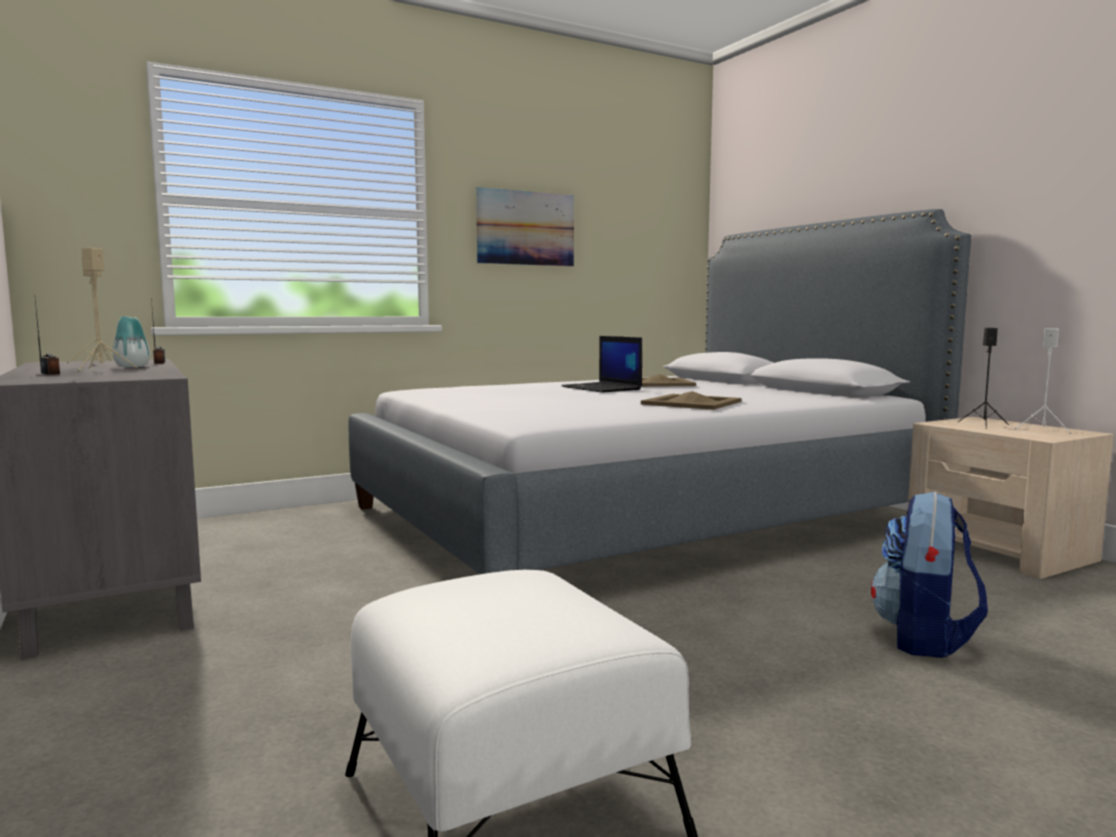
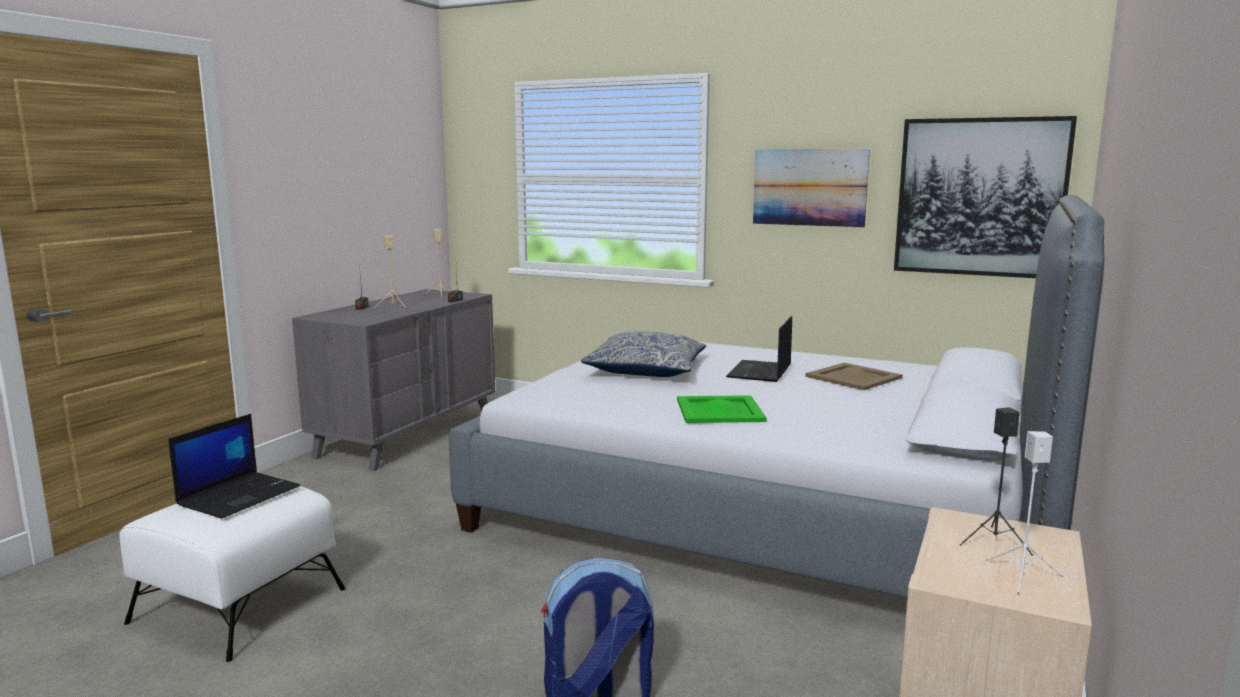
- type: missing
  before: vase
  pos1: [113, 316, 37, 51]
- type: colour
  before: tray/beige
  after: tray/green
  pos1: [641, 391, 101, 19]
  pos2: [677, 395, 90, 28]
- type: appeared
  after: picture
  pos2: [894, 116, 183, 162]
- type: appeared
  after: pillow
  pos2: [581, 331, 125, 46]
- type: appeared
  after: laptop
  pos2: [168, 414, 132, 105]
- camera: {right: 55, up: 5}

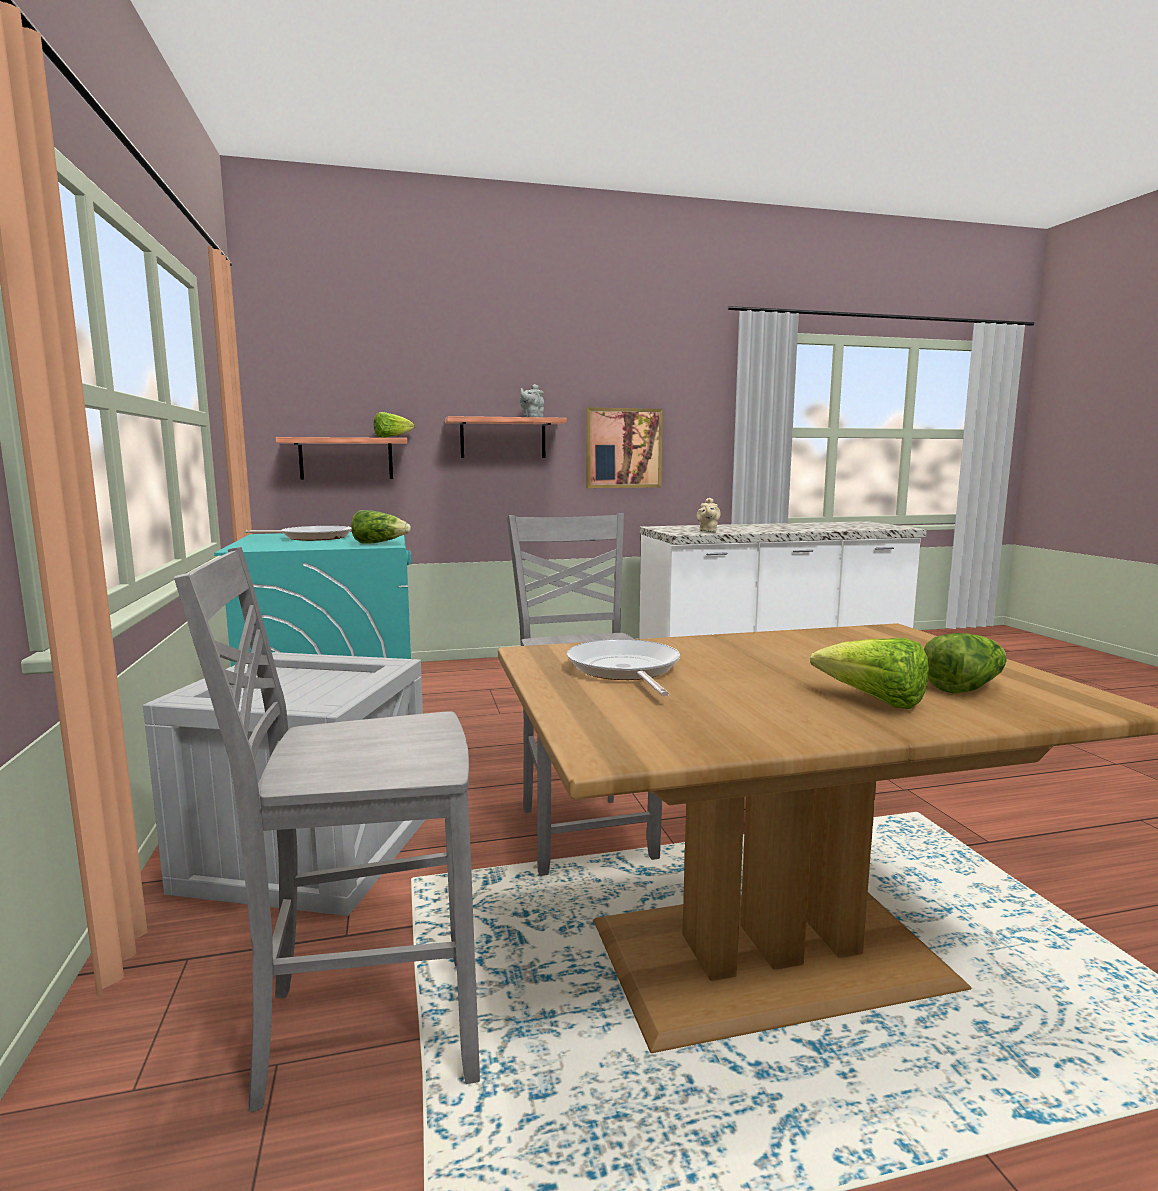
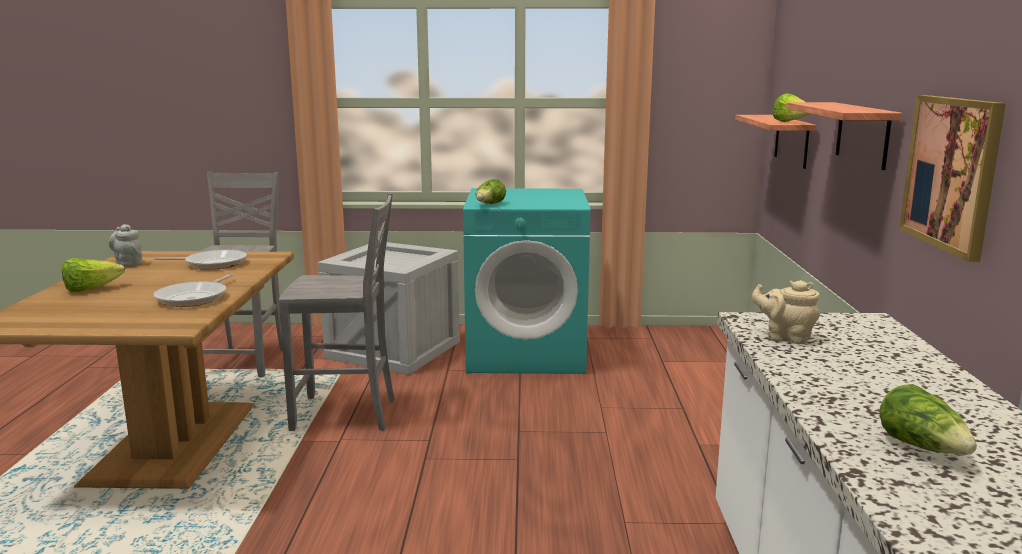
- type: relocated
  before: teapot/grey
  pos1: [520, 384, 24, 33]
  pos2: [109, 224, 34, 43]
- type: relocated
  before: frying pan
  pos1: [245, 526, 107, 15]
  pos2: [153, 273, 81, 34]
- type: relocated
  before: lettuce
  pos1: [924, 633, 83, 61]
  pos2: [879, 384, 98, 71]
- camera: {right: 105, up: 5}

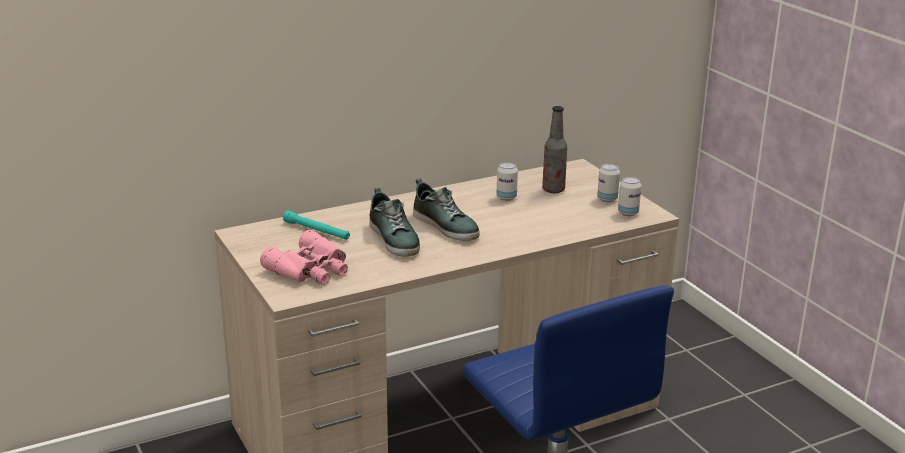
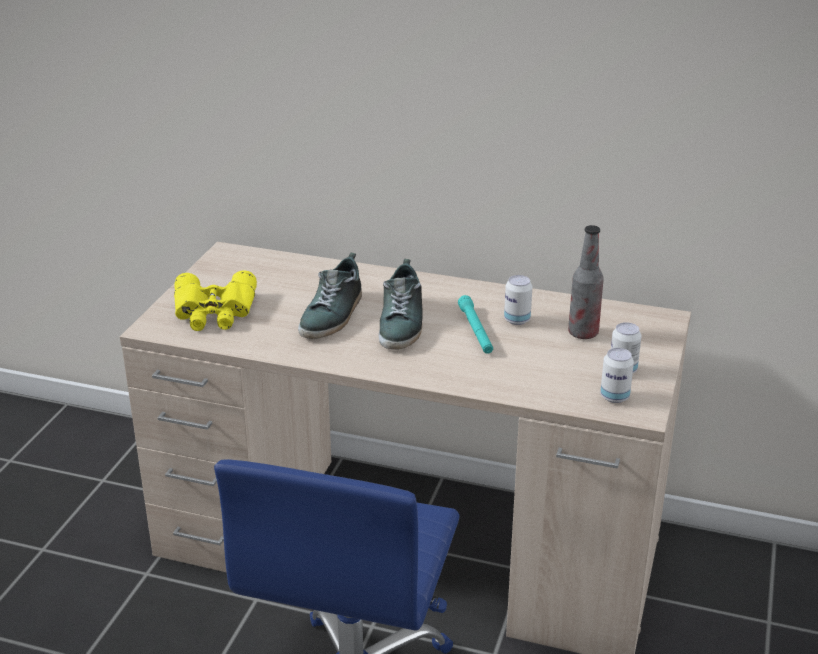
- type: relocated
  before: flashlight/turquoise
  pos1: [283, 211, 67, 29]
  pos2: [458, 295, 35, 59]
- type: colour
  before: binoculars/pink
  after: binoculars/yellow
  pos1: [260, 230, 88, 55]
  pos2: [174, 270, 83, 61]
- camera: {right: 45, up: 5}

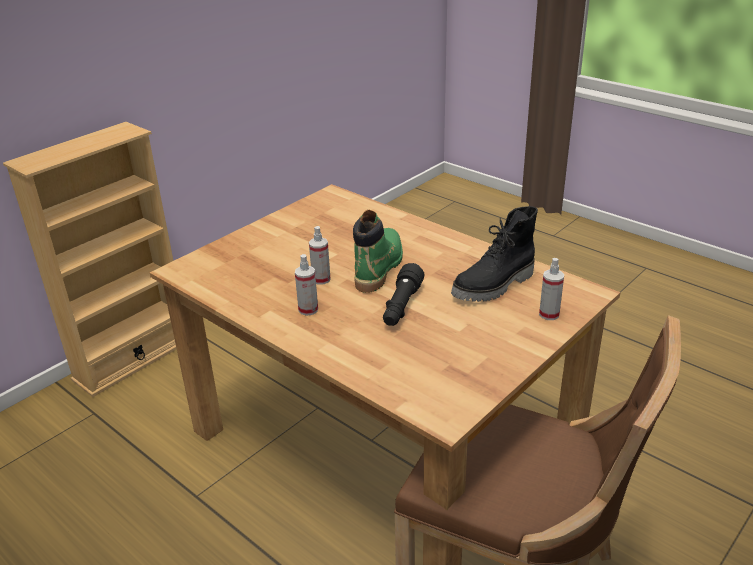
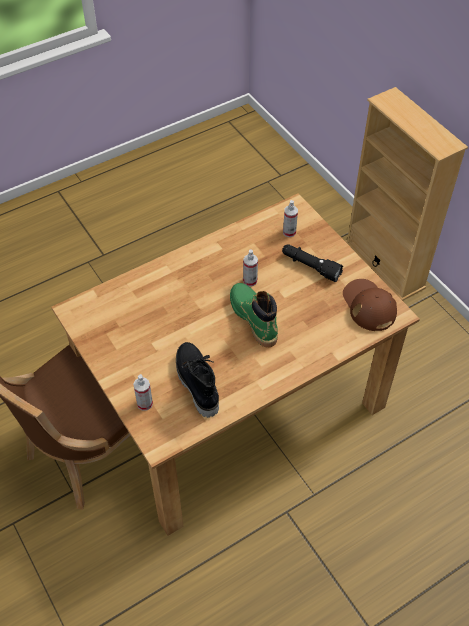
- type: spun
  before: boot/green
  pos1: [353, 210, 50, 83]
  pos2: [230, 283, 48, 65]
  turn: -150
- type: relocated
  before: spray bottle
  pos1: [295, 254, 23, 62]
  pos2: [283, 200, 15, 37]
- type: relocated
  before: flashlight/black
  pos1: [383, 263, 41, 63]
  pos2: [282, 245, 61, 37]
- type: appeared
  after: cap/brown
  pos2: [343, 279, 54, 52]
- camera: {right: 105, up: 20}

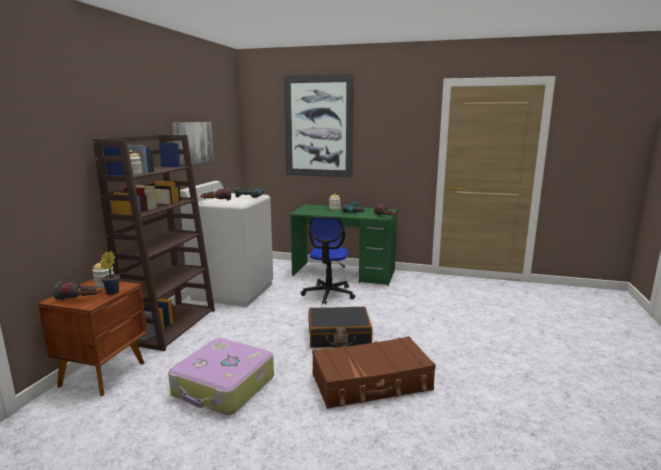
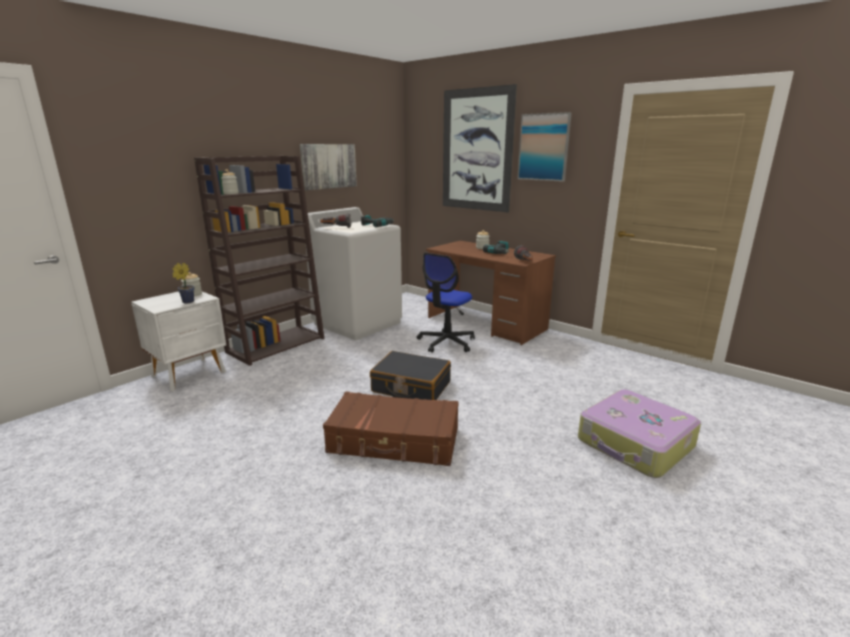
- type: colour
  before: desk/green
  after: desk/brown
  pos1: [289, 204, 108, 82]
  pos2: [426, 241, 130, 104]
- type: colour
  before: nightstand/brown
  after: nightstand/white
  pos1: [38, 278, 109, 118]
  pos2: [131, 291, 95, 100]
- type: missing
  before: flashlight
  pos1: [53, 281, 49, 19]
- type: relocated
  before: suitcase
  pos1: [168, 338, 106, 77]
  pos2: [578, 389, 123, 89]
- type: appeared
  after: picture
  pos2: [517, 112, 55, 70]
- camera: {right: 25, up: 5}

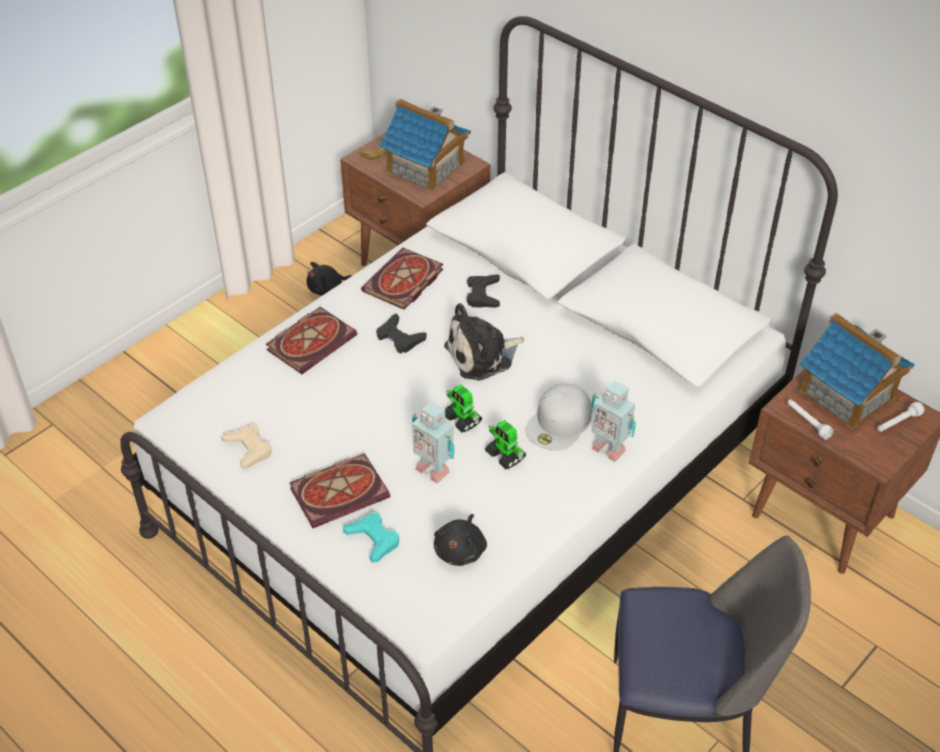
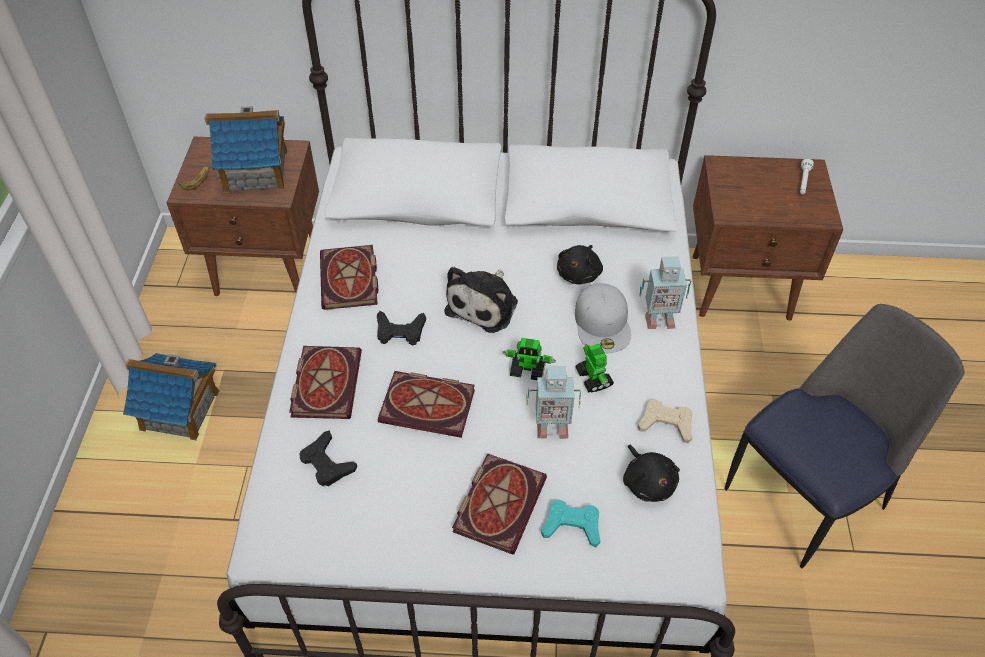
- type: relocated
  before: plush toy/black
  pos1: [307, 262, 45, 34]
  pos2: [557, 245, 46, 39]
- type: relocated
  before: game controller/black
  pos1: [467, 275, 33, 33]
  pos2: [299, 430, 58, 56]
- type: relocated
  before: toy house
  pos1: [799, 312, 116, 118]
  pos2: [123, 353, 97, 87]
- type: missing
  before: flashlight/white
  pos1: [787, 399, 47, 41]
- type: spun
  before: toy robot
  pos1: [485, 420, 41, 49]
  pos2: [575, 344, 39, 49]
  turn: -120
- type: relocated
  before: game controller/beige
  pos1: [221, 424, 51, 45]
  pos2: [638, 399, 55, 44]
- type: appeared
  after: book
  pos2: [378, 371, 97, 67]
- camera: {right: -40, up: 5}

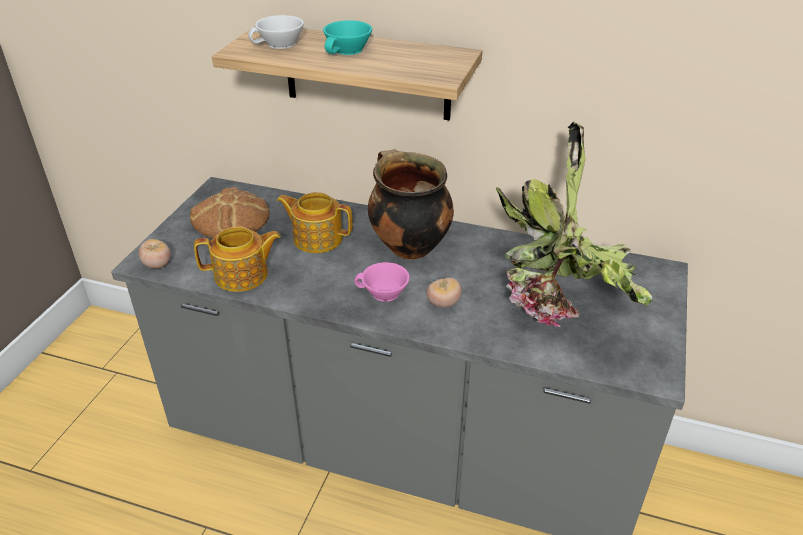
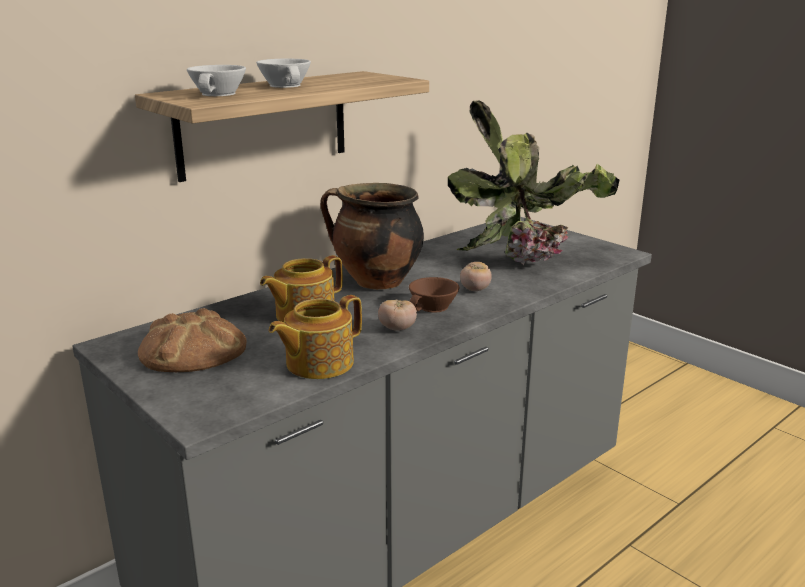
- type: colour
  before: cup/turquoise
  after: cup/white
  pos1: [323, 20, 49, 35]
  pos2: [256, 58, 55, 30]
- type: spun
  before: teapot
  pos1: [194, 226, 87, 66]
  pos2: [269, 295, 93, 84]
  turn: -150
- type: relocated
  before: tomato
  pos1: [139, 239, 32, 29]
  pos2: [378, 299, 39, 32]
- type: colour
  before: cup/pink
  after: cup/brown
  pos1: [354, 262, 55, 40]
  pos2: [409, 277, 50, 36]
- camera: {right: -60, up: -15}

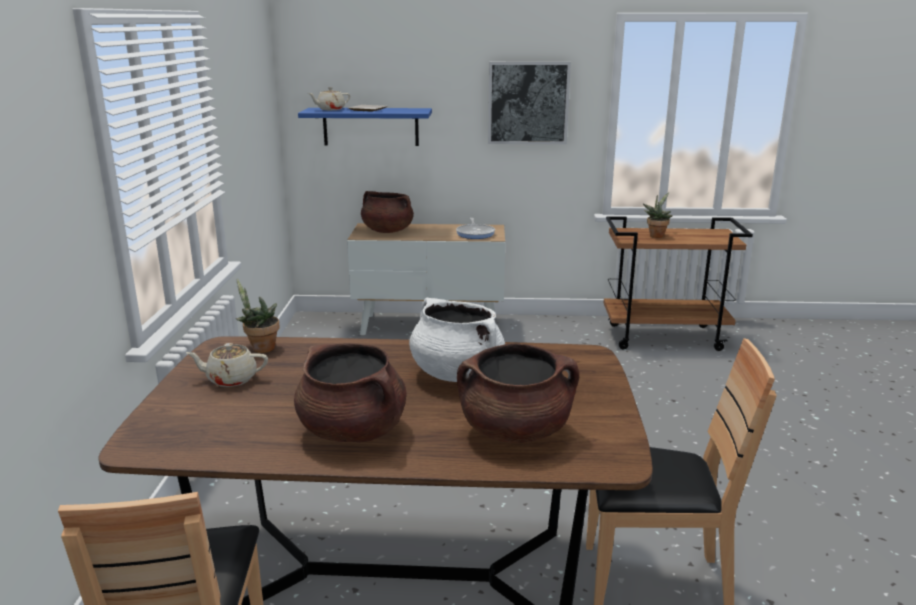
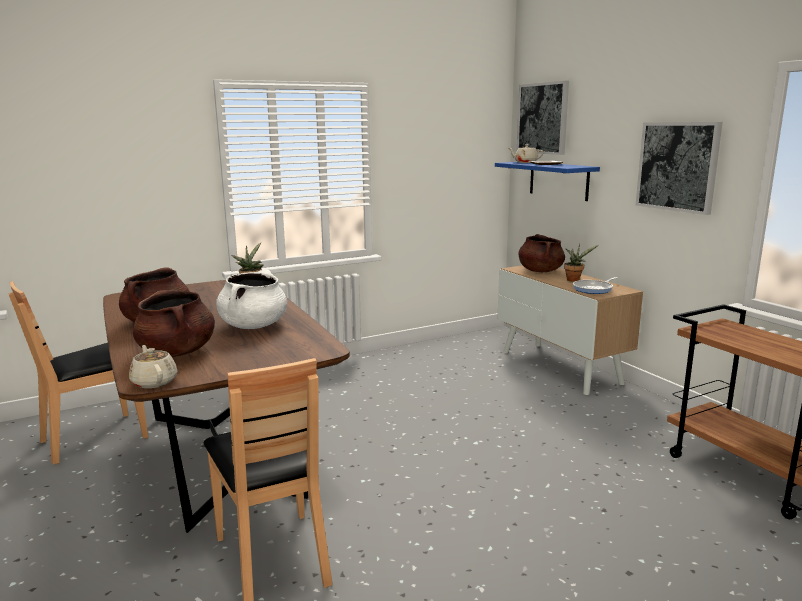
- type: relocated
  before: potted plant
  pos1: [643, 193, 30, 45]
  pos2: [564, 244, 34, 38]
- type: relocated
  before: teapot/beige
  pos1: [186, 343, 82, 44]
  pos2: [129, 345, 48, 43]
- type: appeared
  after: picture
  pos2: [517, 81, 52, 74]
- camera: {right: 60, up: -5}

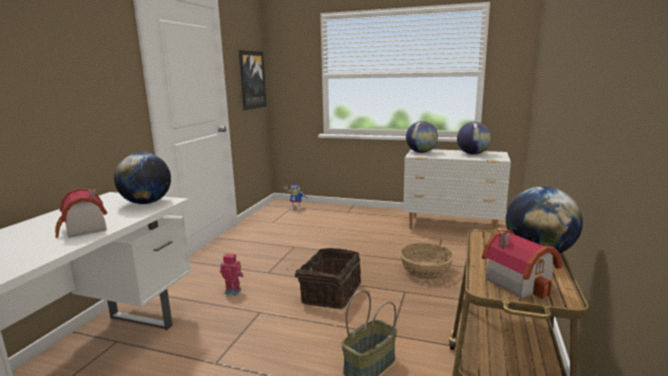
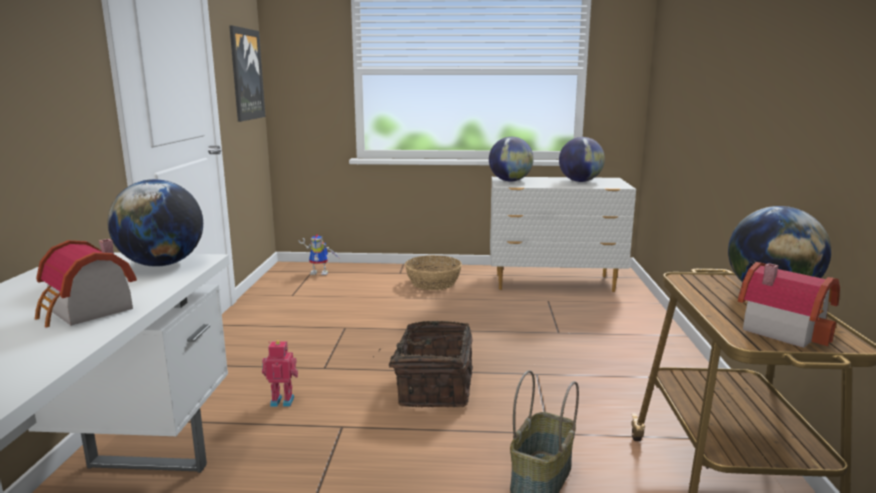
- type: relocated
  before: basket
  pos1: [400, 243, 54, 37]
  pos2: [405, 255, 57, 35]
- camera: {right: -15, up: 0}

